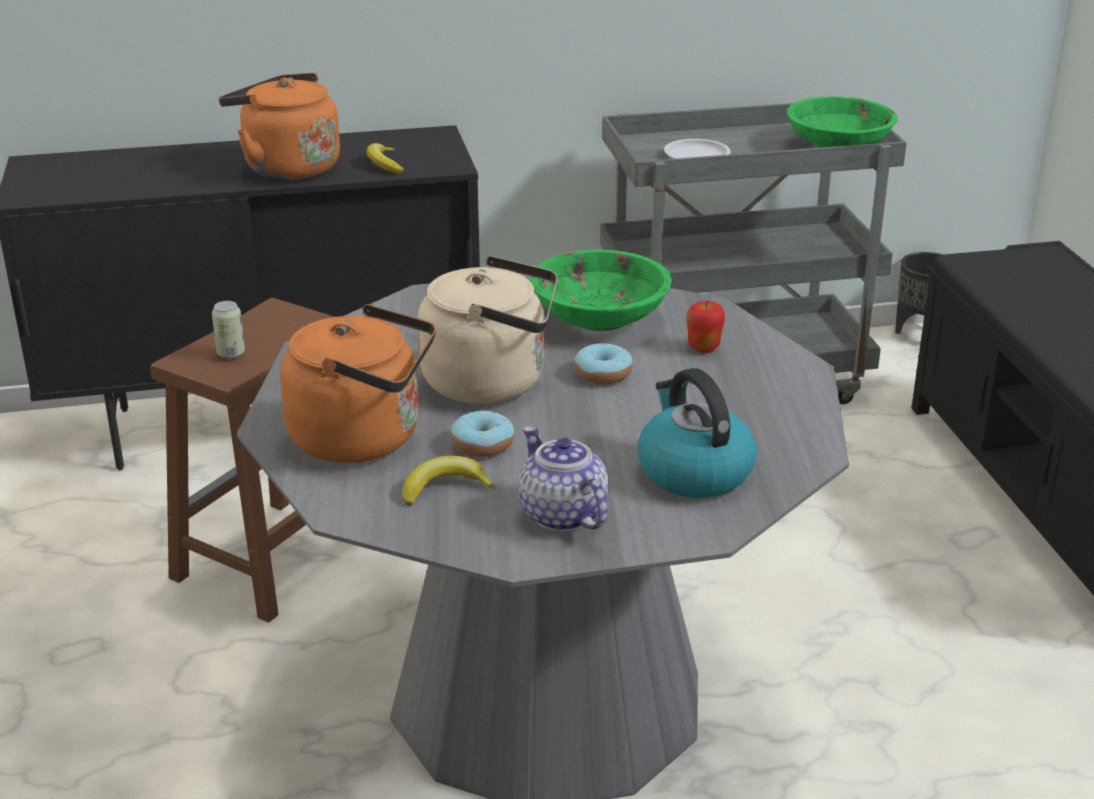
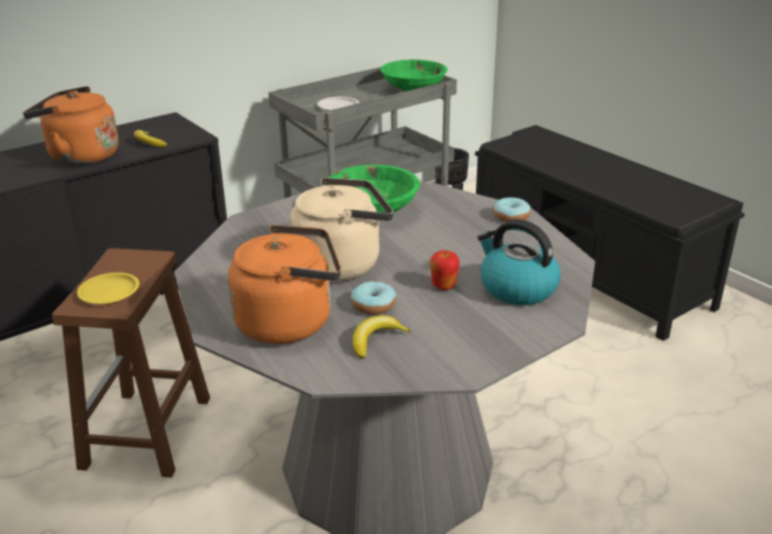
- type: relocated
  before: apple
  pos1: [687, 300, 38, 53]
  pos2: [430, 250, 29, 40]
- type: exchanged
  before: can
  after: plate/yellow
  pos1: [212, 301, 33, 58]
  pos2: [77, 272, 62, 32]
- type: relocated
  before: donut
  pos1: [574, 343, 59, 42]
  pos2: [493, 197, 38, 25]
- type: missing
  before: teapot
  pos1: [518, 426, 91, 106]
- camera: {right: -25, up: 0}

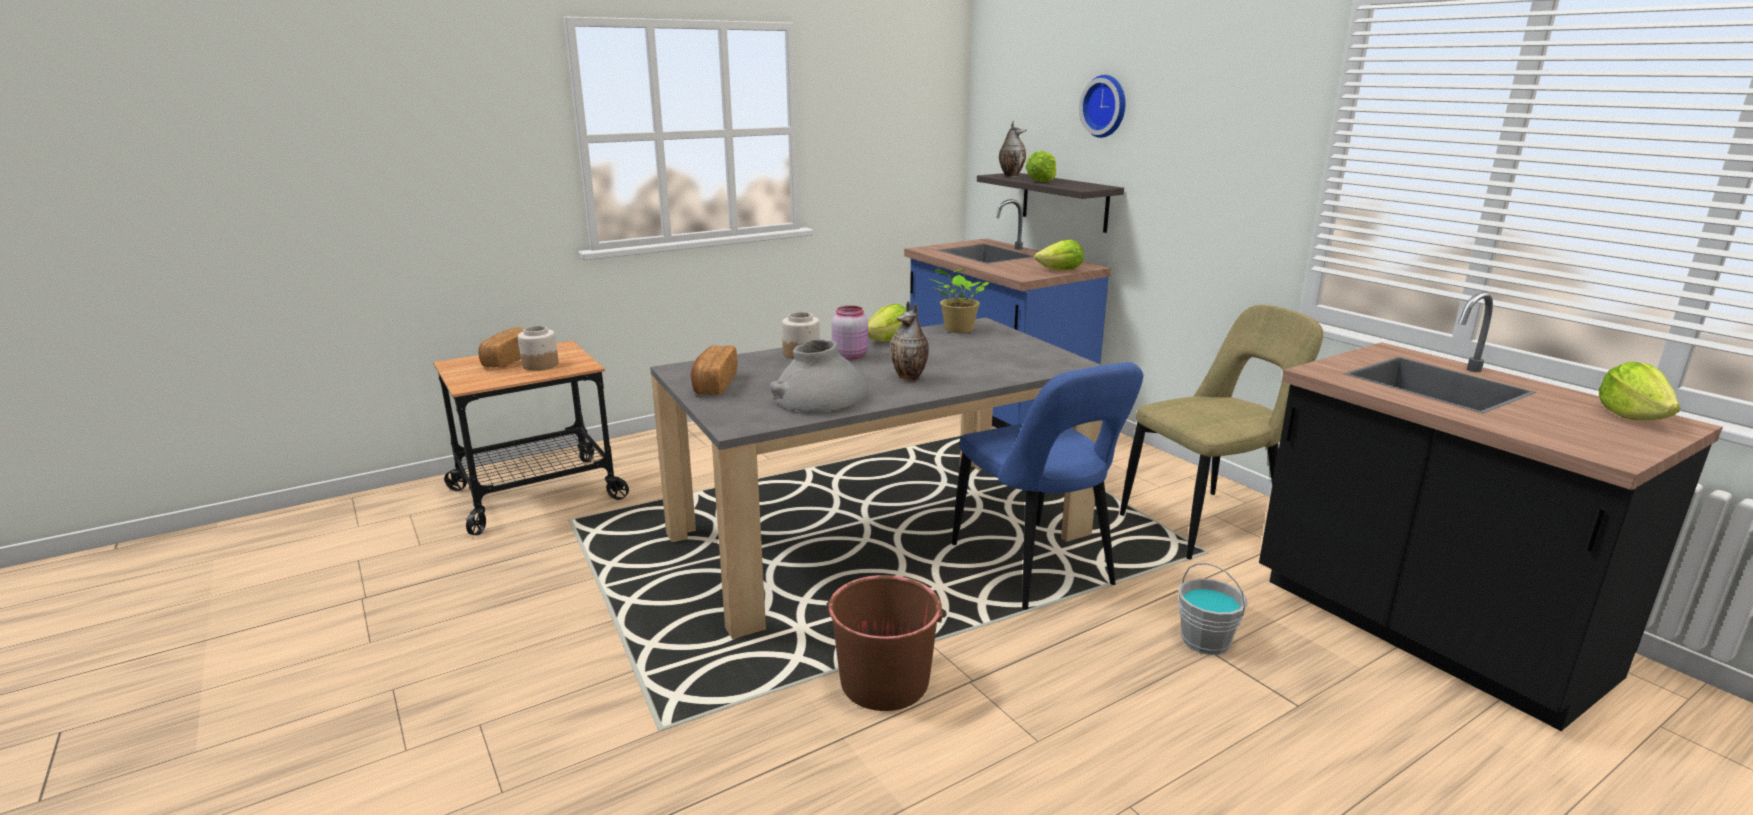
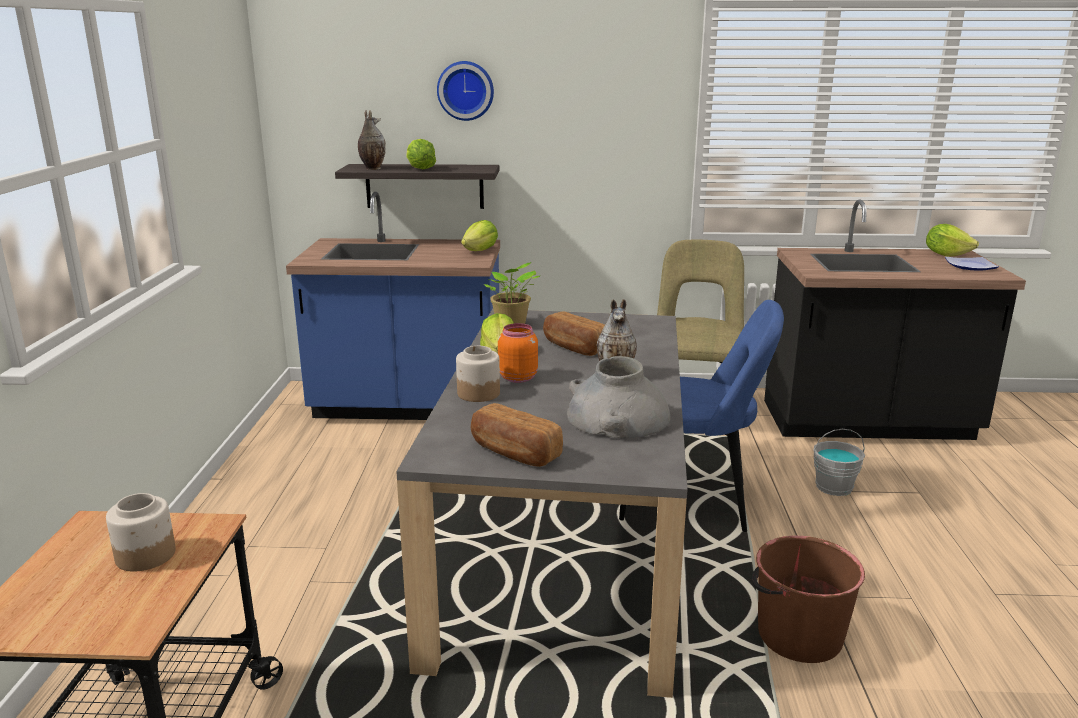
- type: colour
  before: jar/pink
  after: jar/orange
  pos1: [832, 306, 36, 54]
  pos2: [498, 323, 40, 60]
- type: relocated
  before: bread
  pos1: [478, 327, 47, 41]
  pos2: [543, 311, 61, 45]
- type: appeared
  after: plate
  pos2: [945, 257, 54, 14]
- camera: {right: -55, up: 0}

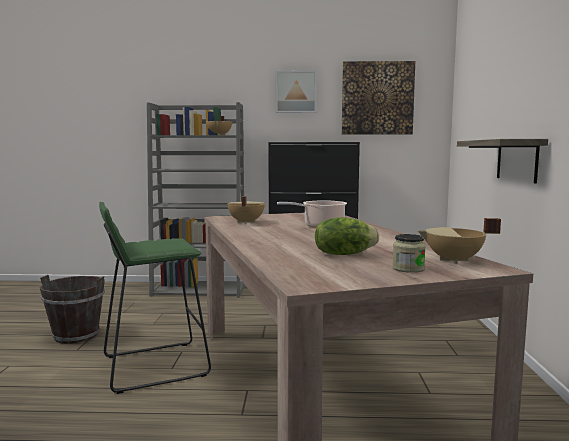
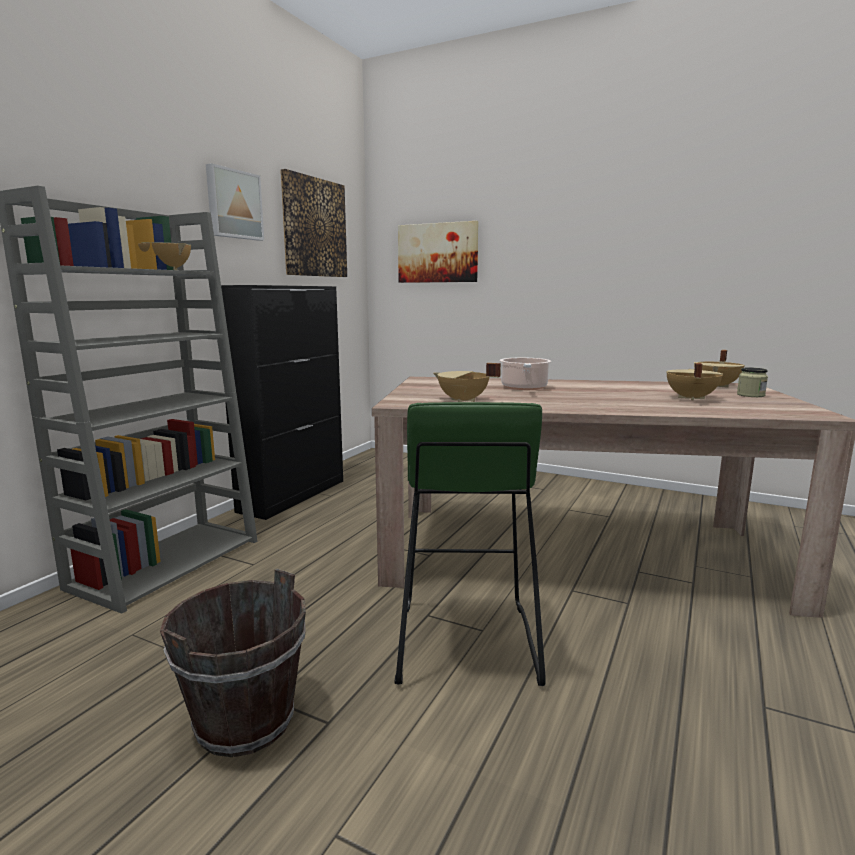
- type: missing
  before: shelf
  pos1: [457, 139, 91, 45]
- type: exchanged
  before: lettuce
  after: cooking pot/beige
  pos1: [315, 217, 64, 38]
  pos2: [666, 363, 57, 38]
- type: appeared
  after: picture
  pos2: [398, 221, 80, 62]
- camera: {right: -65, up: 5}

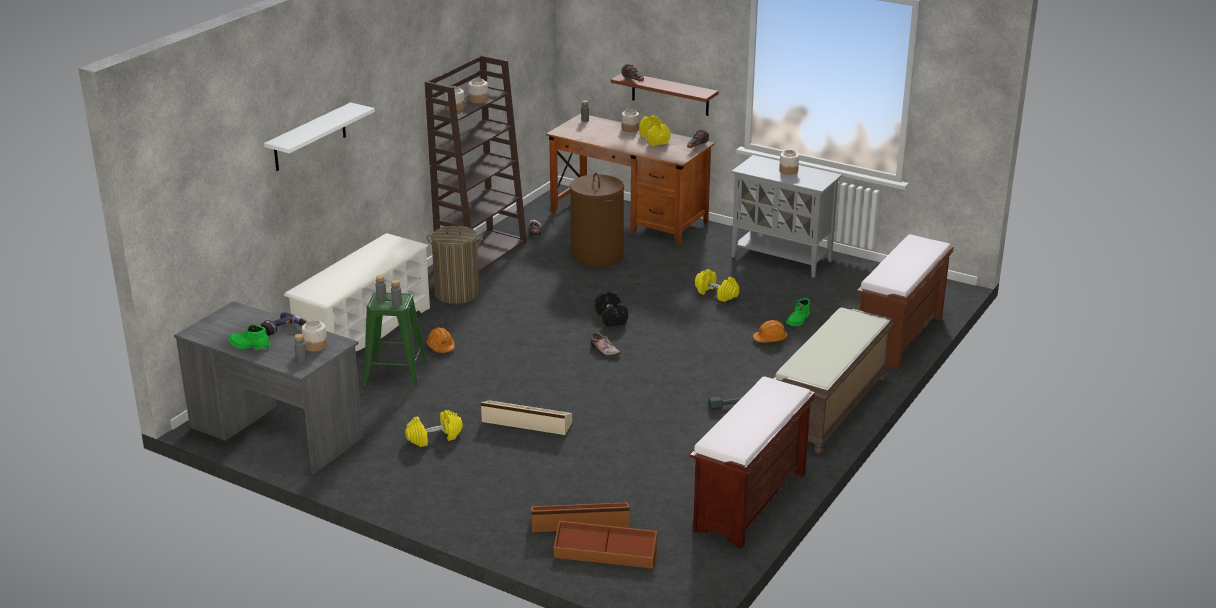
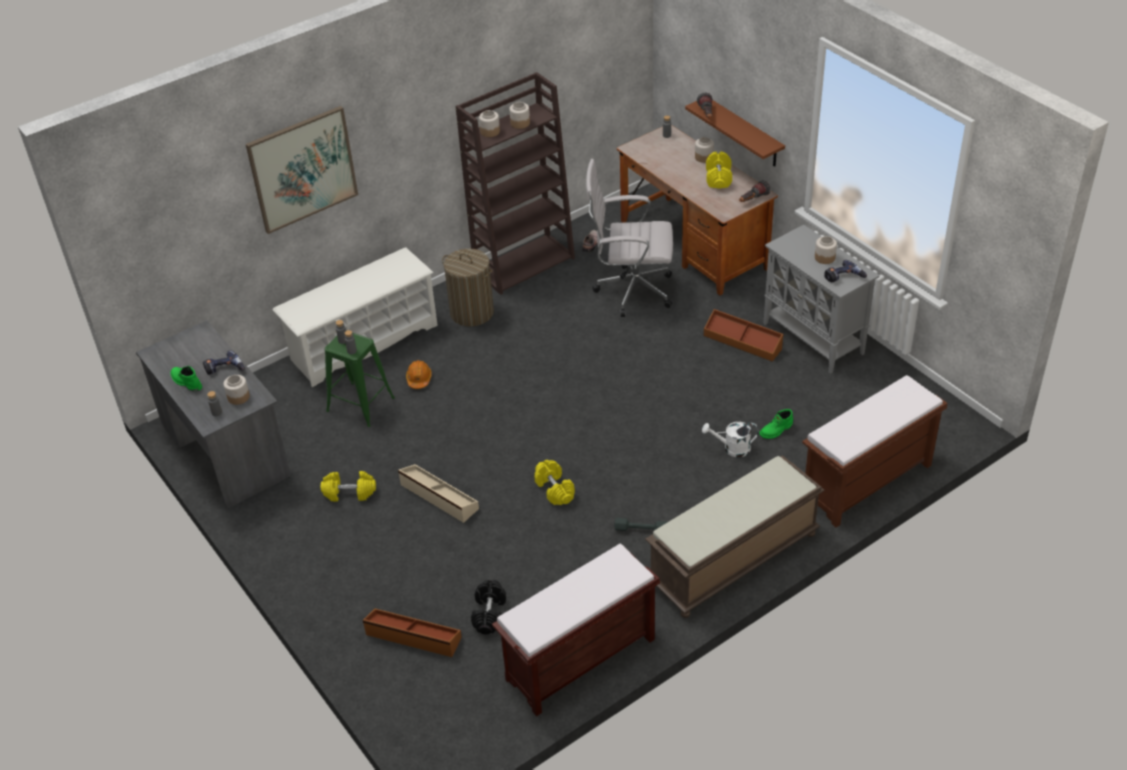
- type: exchanged
  before: shelf/white
  after: picture
  pos1: [264, 102, 111, 69]
  pos2: [246, 106, 112, 128]
- type: exchanged
  before: laundry basket/brown
  after: office chair/white
  pos1: [570, 173, 54, 94]
  pos2: [586, 159, 87, 158]
- type: relocated
  before: dumbbell/yellow
  pos1: [695, 269, 44, 33]
  pos2: [534, 460, 41, 45]
- type: relocated
  before: dumbbell/black
  pos1: [595, 291, 33, 36]
  pos2: [471, 580, 35, 55]
- type: exchanged
  before: hard hat/orange
  after: watering can/white
  pos1: [753, 320, 34, 23]
  pos2: [702, 422, 56, 35]
- type: missing
  before: shoe
  pos1: [591, 332, 30, 25]
- type: relocated
  before: storage box/brown
  pos1: [554, 521, 103, 48]
  pos2: [704, 309, 79, 53]
- type: appeared
  after: power drill
  pos2: [824, 260, 43, 22]
- camera: {right: 25, up: 15}

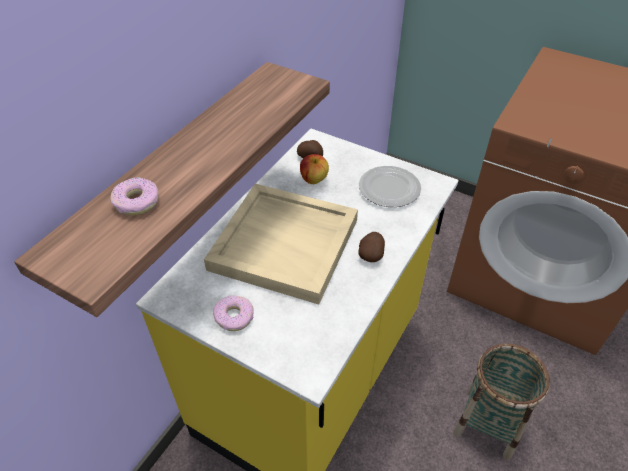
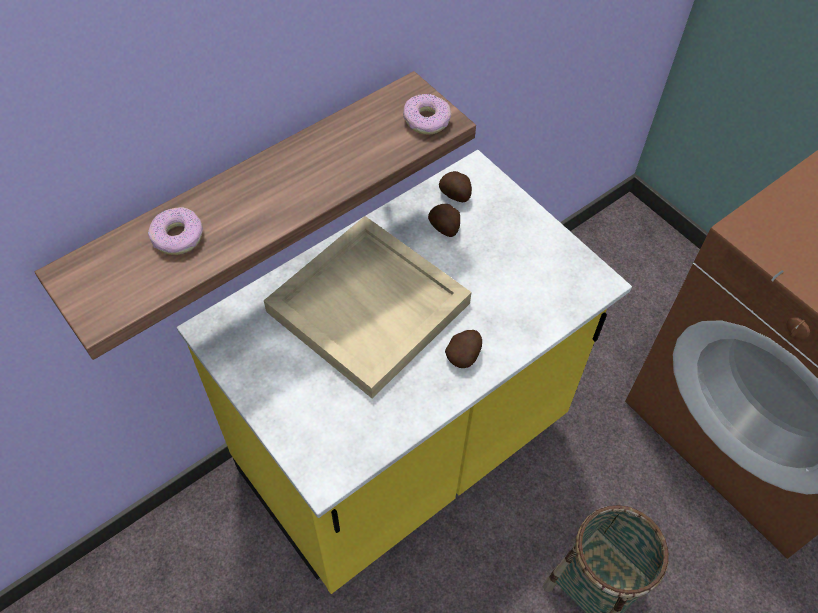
- type: exchanged
  before: apple
  after: potato
  pos1: [300, 154, 29, 30]
  pos2: [428, 204, 32, 33]
- type: missing
  before: plate
  pos1: [359, 166, 62, 41]
- type: relocated
  before: donut
  pos1: [213, 295, 41, 36]
  pos2: [403, 94, 48, 41]
- camera: {right: 20, up: 10}

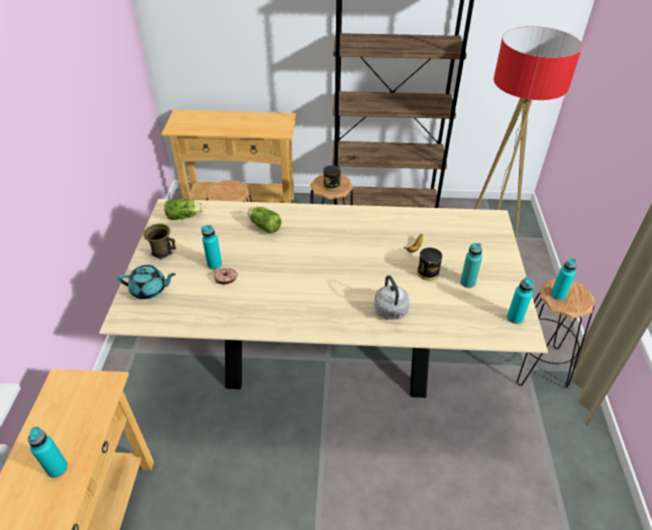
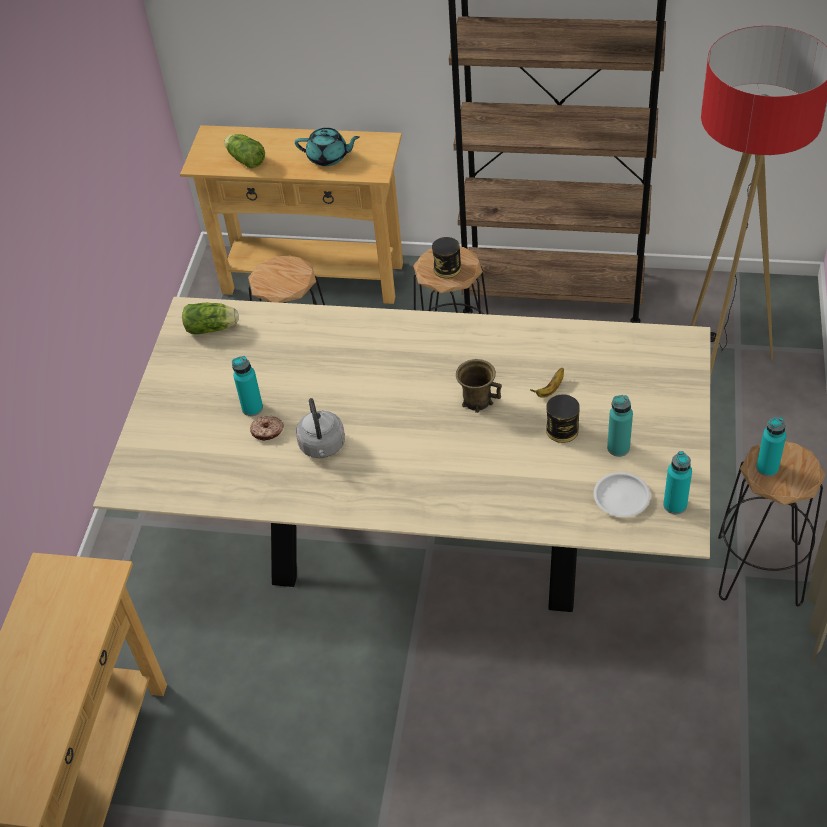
- type: relocated
  before: lettuce
  pos1: [248, 207, 34, 26]
  pos2: [224, 134, 41, 34]
- type: relocated
  before: mug/brown
  pos1: [143, 223, 33, 36]
  pos2: [456, 359, 46, 54]
- type: relocated
  before: teapot/turquoise
  pos1: [118, 265, 57, 34]
  pos2: [295, 128, 65, 38]
- type: relocated
  before: kettle/grey
  pos1: [374, 275, 36, 45]
  pos2: [296, 398, 49, 60]
- type: missing
  before: bottle/turquoise
  pos1: [28, 427, 40, 51]
- type: appeared
  after: plate/white
  pos2: [594, 472, 57, 45]
- camera: {right: 10, up: 5}

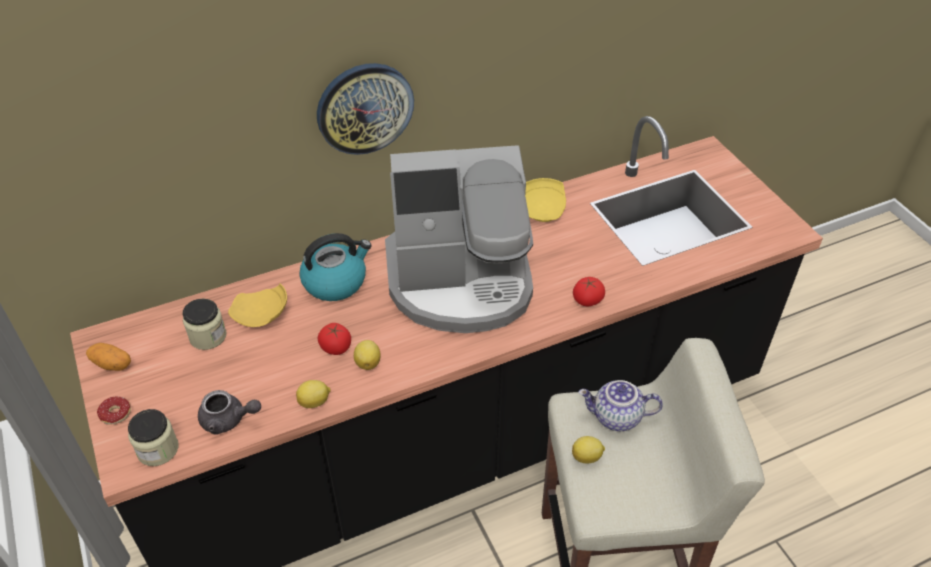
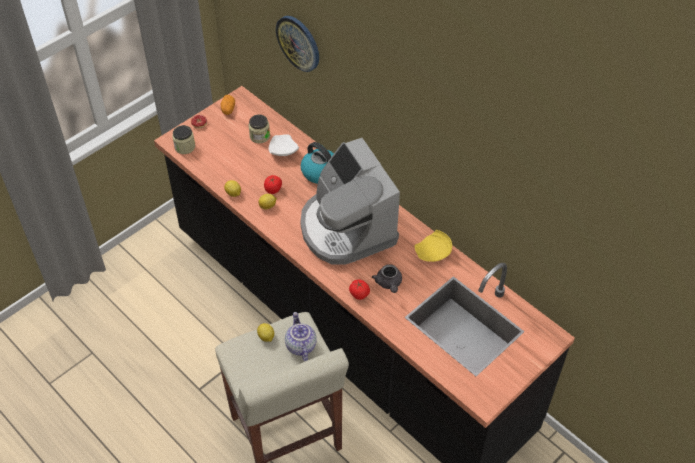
- type: relocated
  before: wall clock
  pos1: [317, 63, 97, 92]
  pos2: [276, 16, 43, 56]
- type: colour
  before: plate/yellow
  after: plate/white
  pos1: [228, 284, 59, 43]
  pos2: [269, 134, 30, 22]
- type: relocated
  before: teapot/grey
  pos1: [198, 390, 63, 45]
  pos2: [372, 264, 30, 29]
- camera: {right: 70, up: 5}

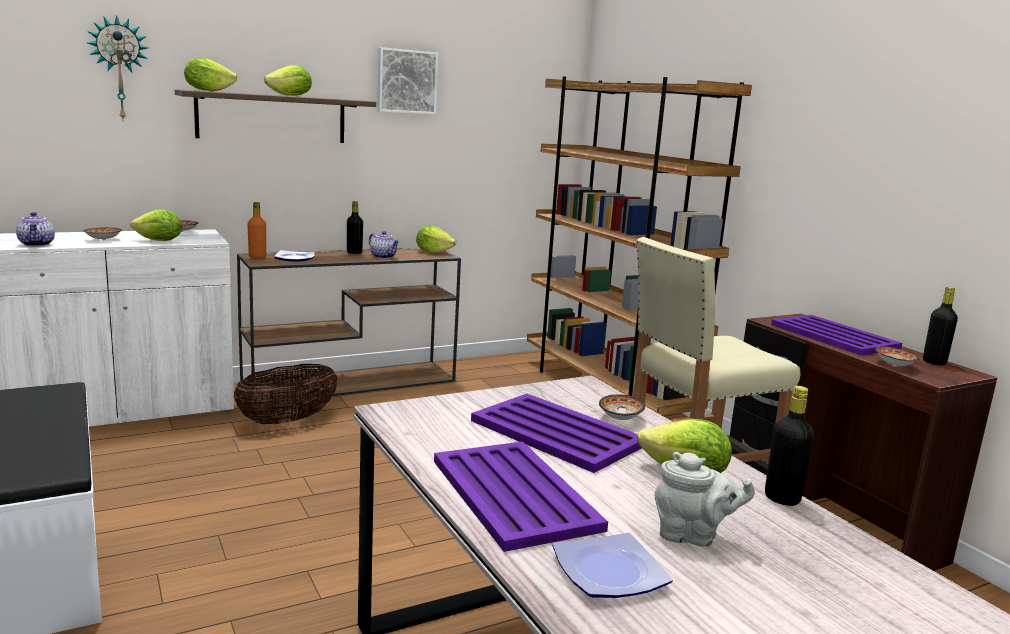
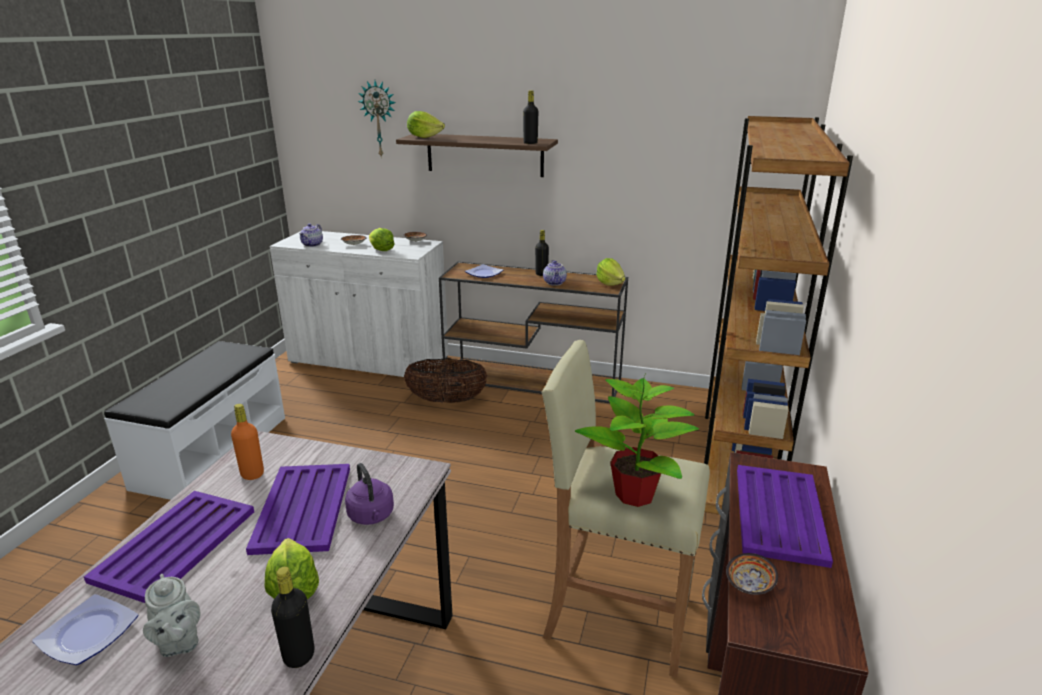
- type: missing
  before: picture
  pos1: [377, 47, 61, 68]
- type: missing
  before: lettuce
  pos1: [264, 65, 48, 31]
- type: relocated
  before: bottle/orange
  pos1: [248, 202, 18, 57]
  pos2: [231, 404, 33, 76]
- type: relocated
  before: bottle/black
  pos1: [923, 287, 35, 79]
  pos2: [523, 90, 15, 54]
- type: exchanged
  before: bowl
  after: kettle/purple
  pos1: [599, 394, 46, 26]
  pos2: [345, 463, 49, 62]
- type: appeared
  after: potted plant
  pos2: [575, 372, 124, 135]
- camera: {right: 45, up: 10}

